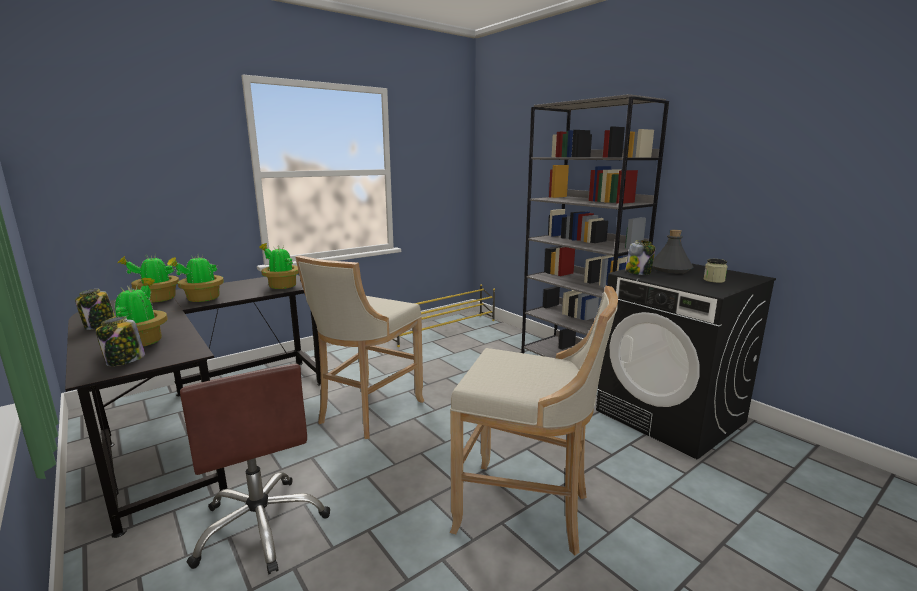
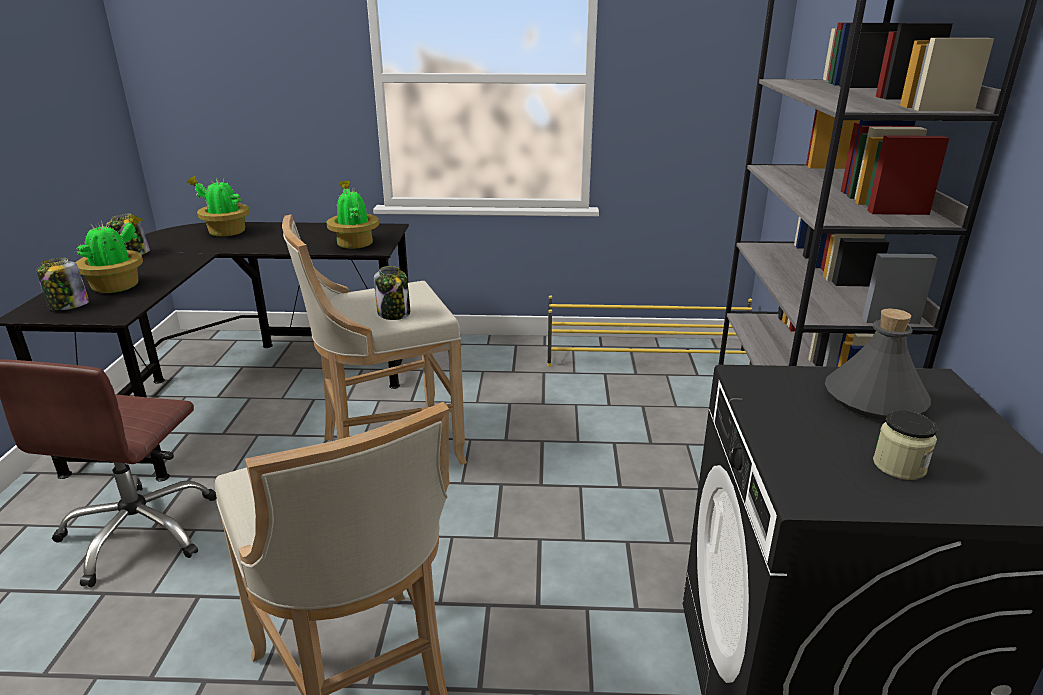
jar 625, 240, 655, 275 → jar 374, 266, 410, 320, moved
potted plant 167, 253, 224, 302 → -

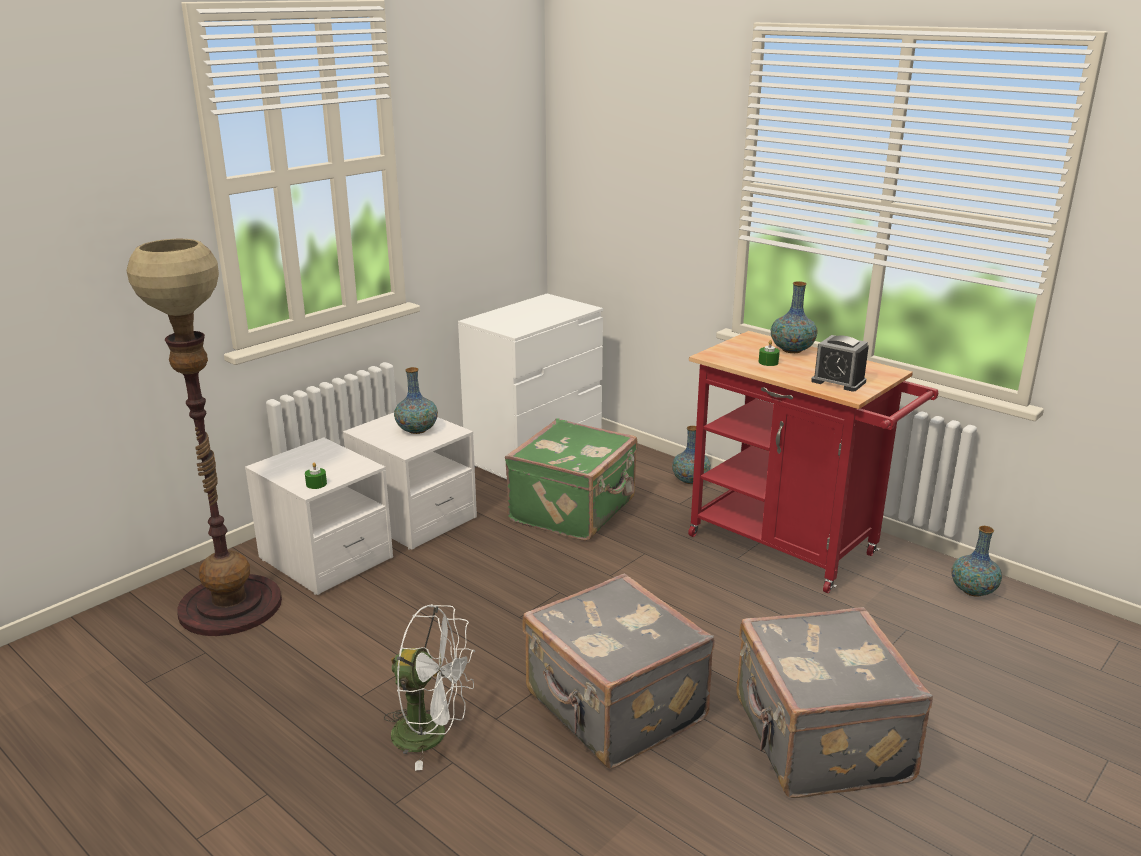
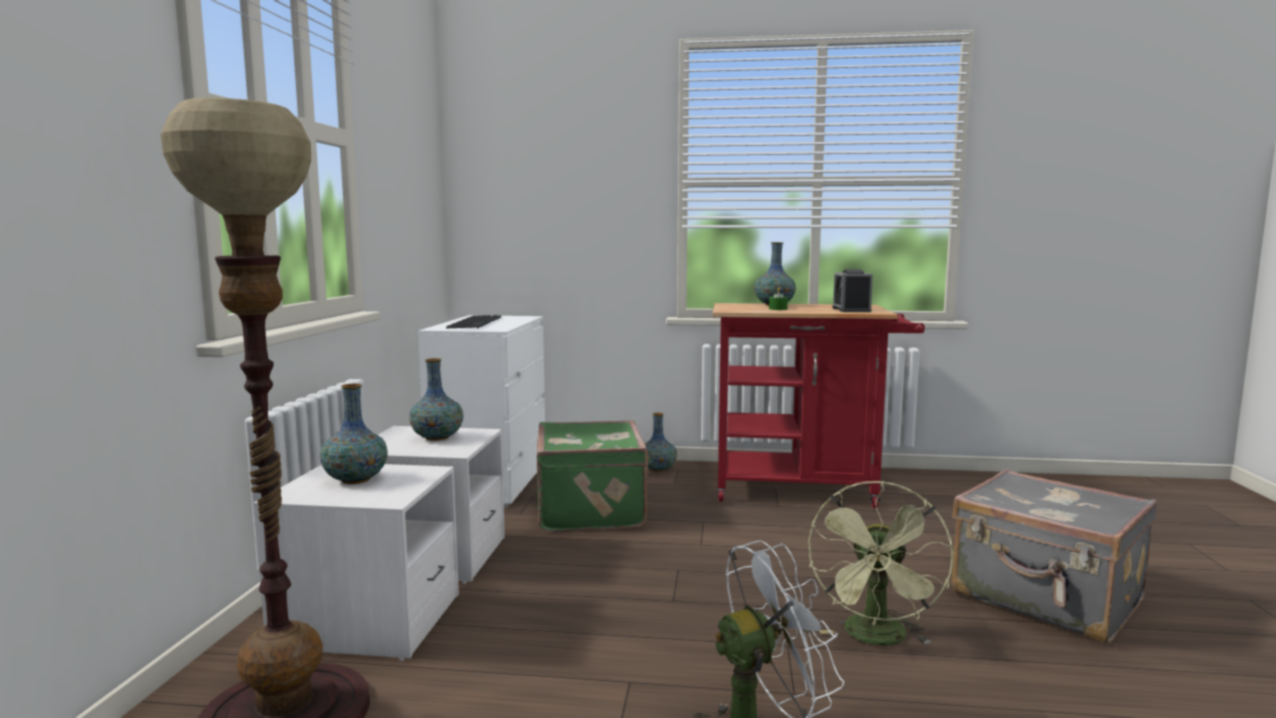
alarm clock 811, 335, 869, 392 → alarm clock 833, 269, 873, 312, 90 degrees clockwise
candle in green 305, 462, 327, 489 → -
vase 951, 526, 1002, 597 → vase 320, 384, 388, 484, moved
suitcase in grey 523, 573, 714, 769 → fan in green 808, 481, 953, 645
- → keyboard 446, 315, 501, 328

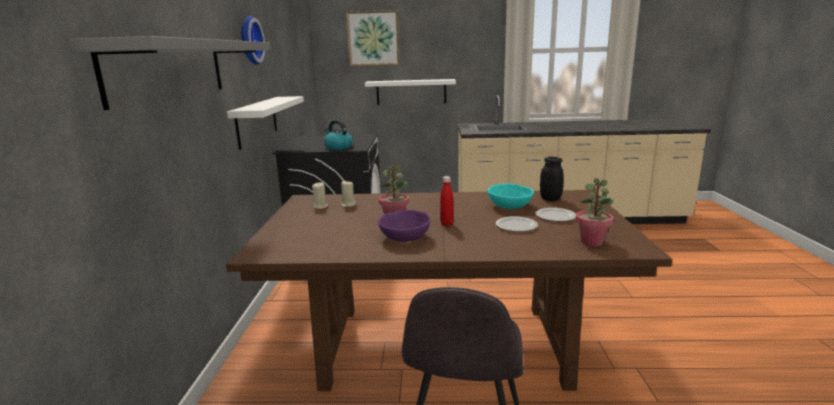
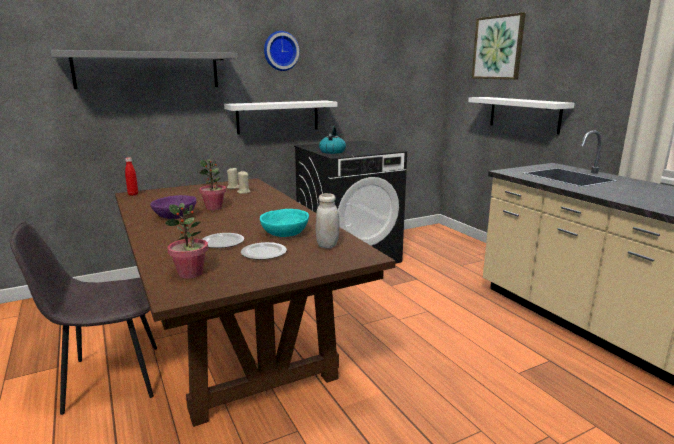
jar in black 540, 157, 564, 201 → jar in white 316, 193, 340, 249
bottle in red 440, 176, 453, 226 → bottle in red 125, 157, 138, 196, moved

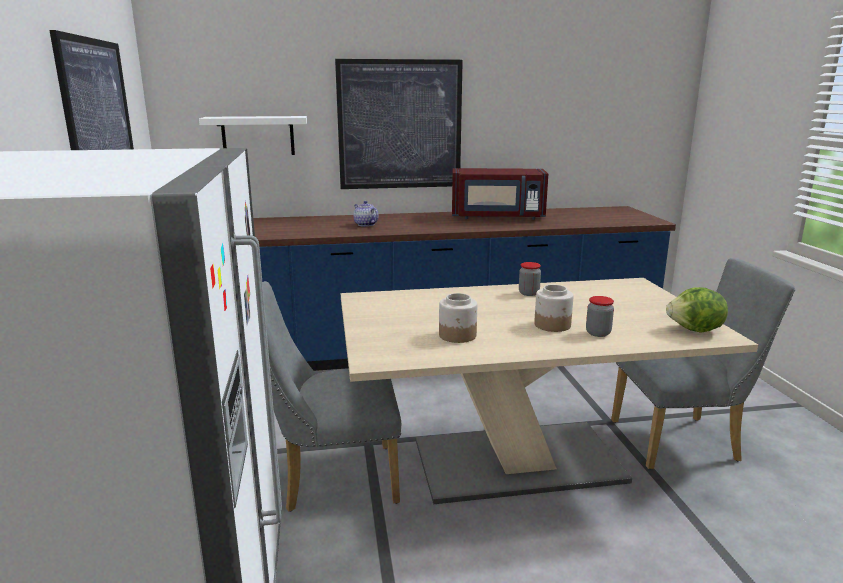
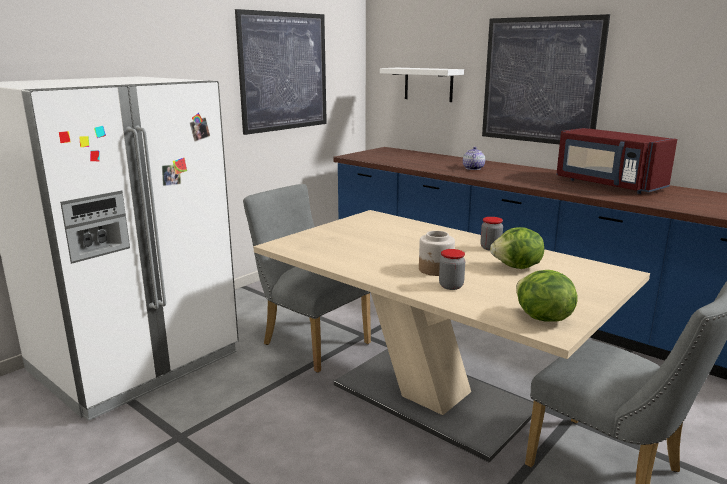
jar 439, 293, 477, 343 → -
- → lettuce 490, 227, 544, 269

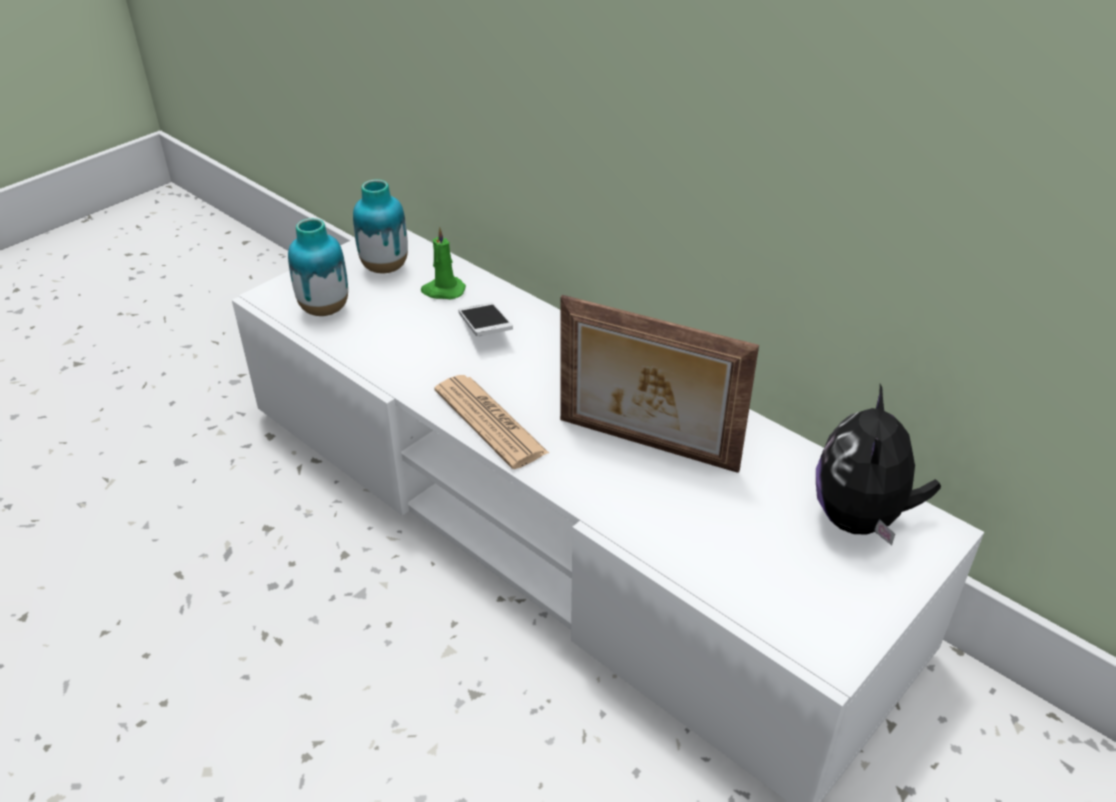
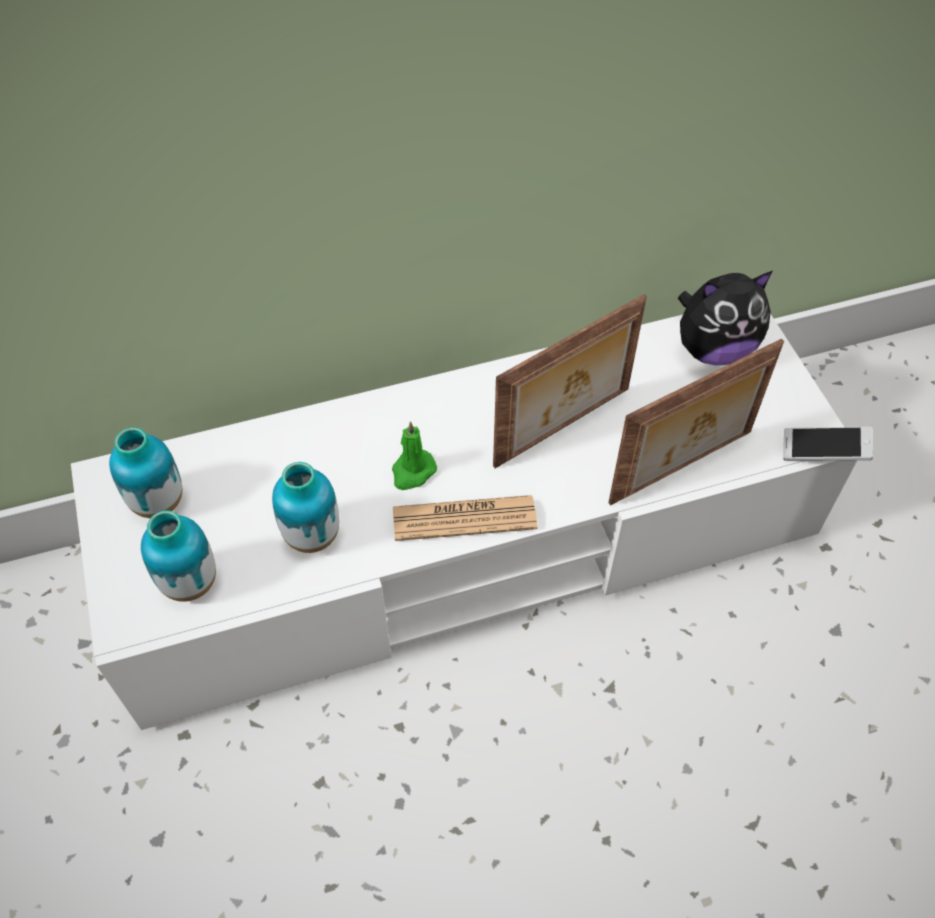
candle in green 421, 226, 466, 299 → candle in green 392, 421, 437, 490, moved
phone 458, 303, 513, 336 → phone 783, 426, 873, 461, moved
plush toy 816, 384, 941, 545 → plush toy 678, 271, 773, 365, 60 degrees counterclockwise
- → picture frame 608, 338, 784, 505
- → vase 272, 462, 339, 553

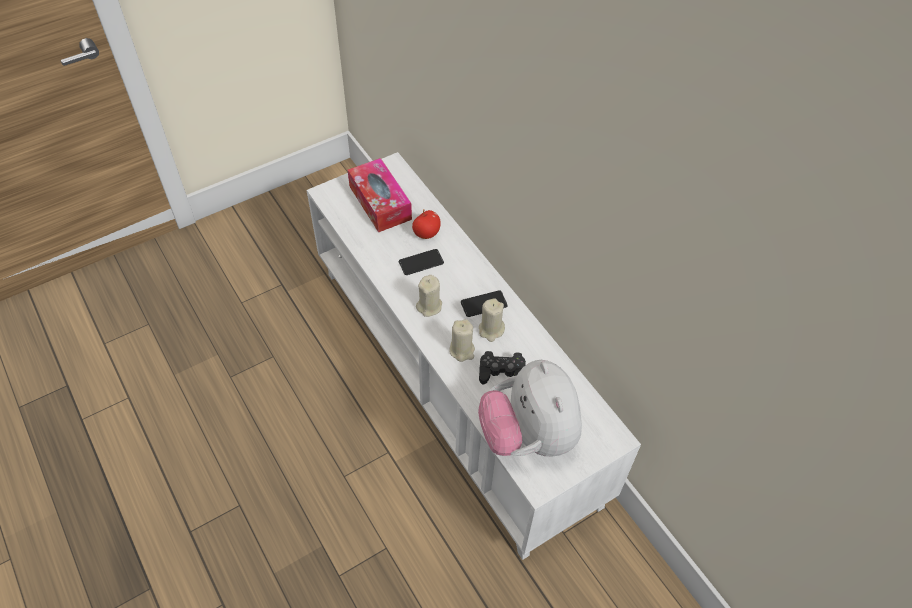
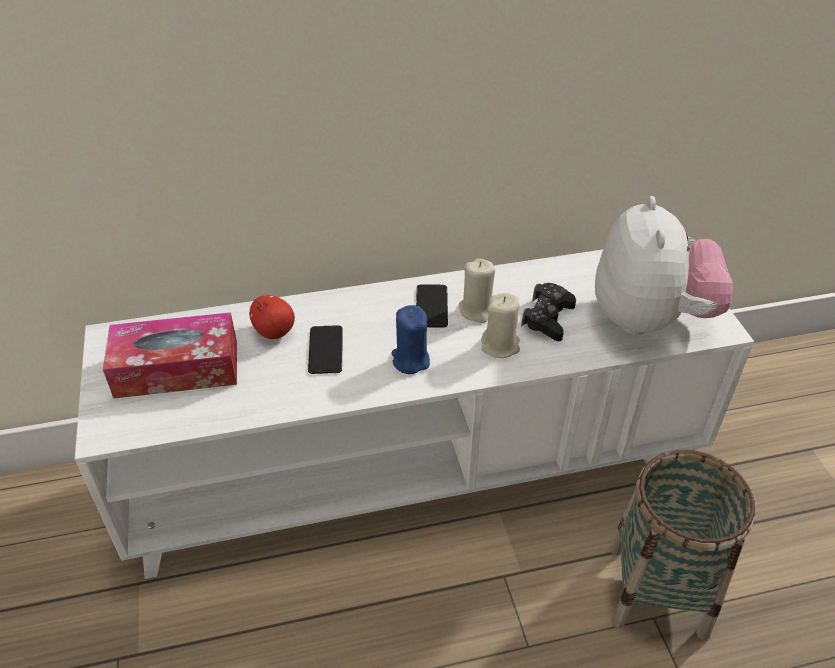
candle in beige 416, 275, 442, 317 → candle in blue 392, 305, 430, 374
plush toy 478, 360, 582, 456 → plush toy 595, 196, 733, 335, 90 degrees counterclockwise
- → basket 609, 450, 755, 640

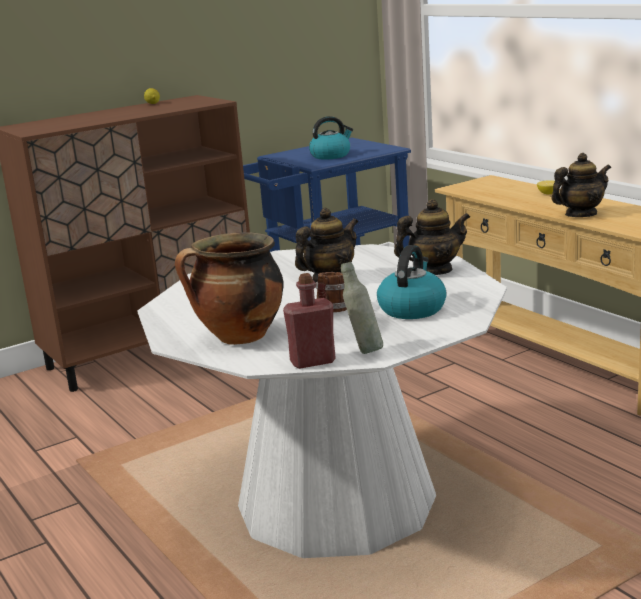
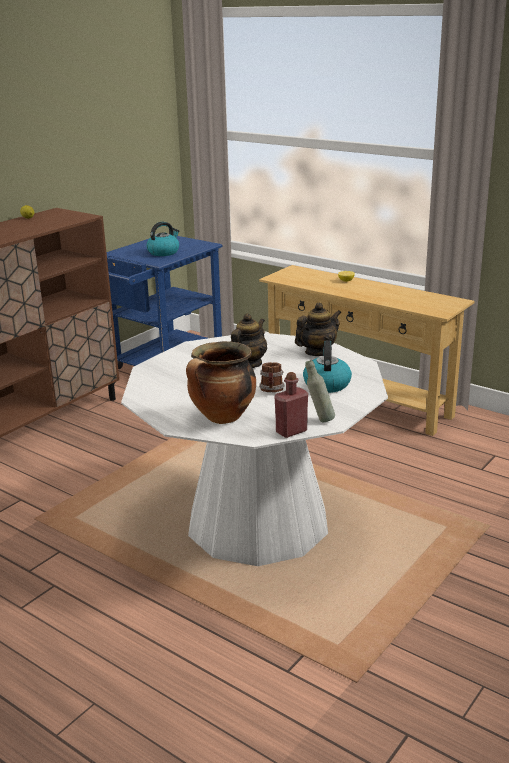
teapot 552, 153, 611, 217 → -

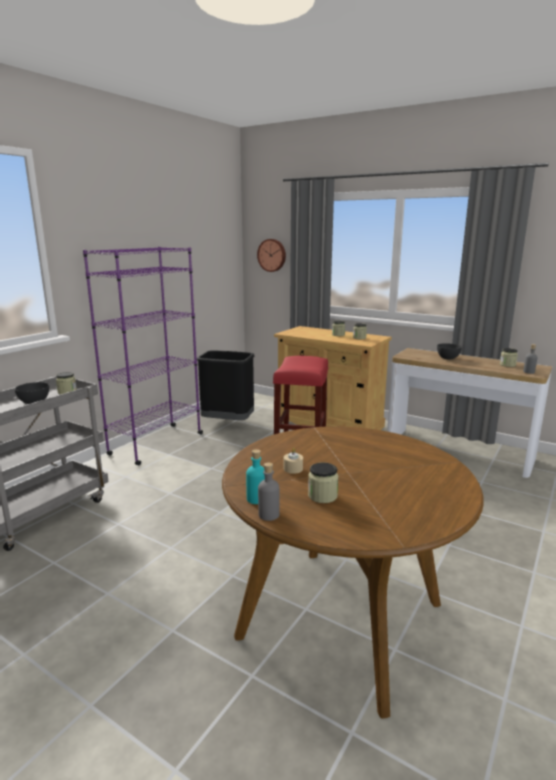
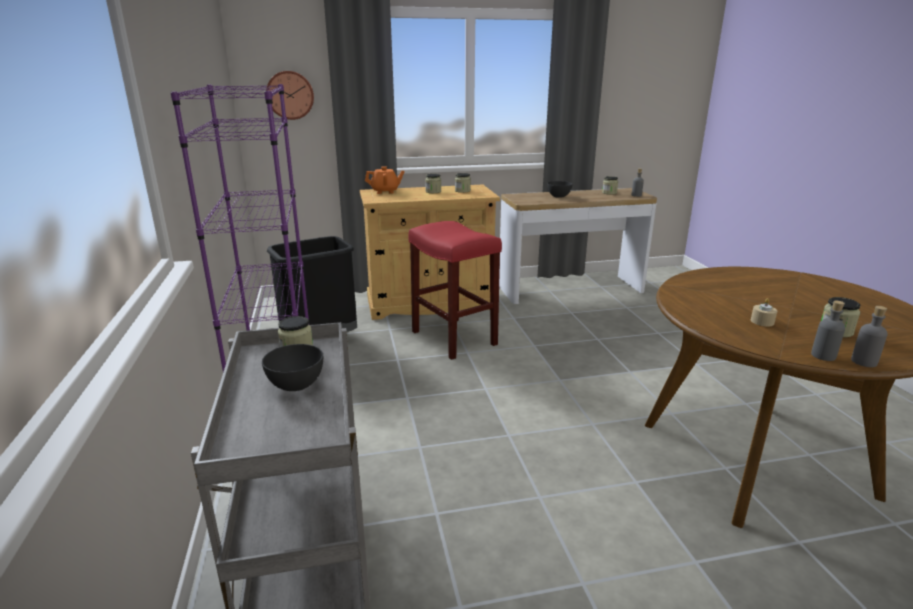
bottle in turquoise 246, 449, 265, 504 → bottle in grey 811, 301, 845, 361
- → teapot in orange 365, 166, 405, 194

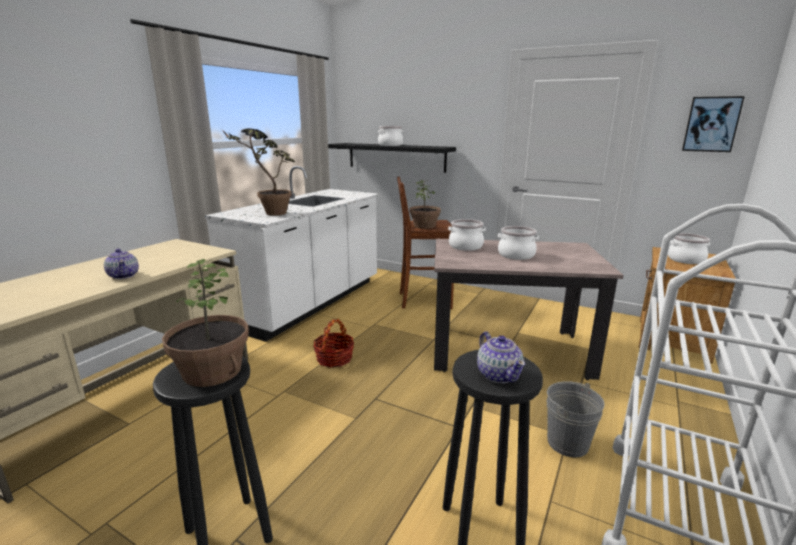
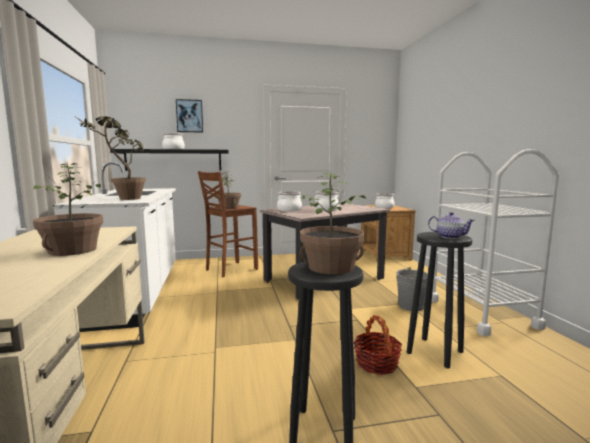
picture 682, 96, 745, 152 → picture 176, 99, 203, 132, moved
teapot 104, 249, 139, 279 → potted plant 33, 163, 103, 256
basket 313, 319, 354, 367 → basket 354, 315, 402, 375, moved

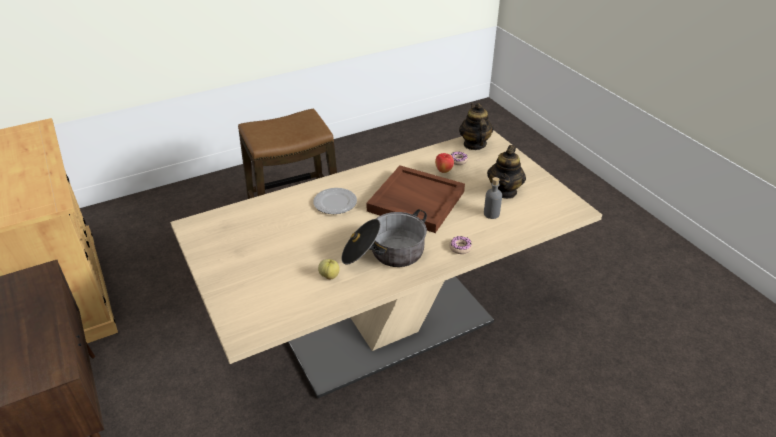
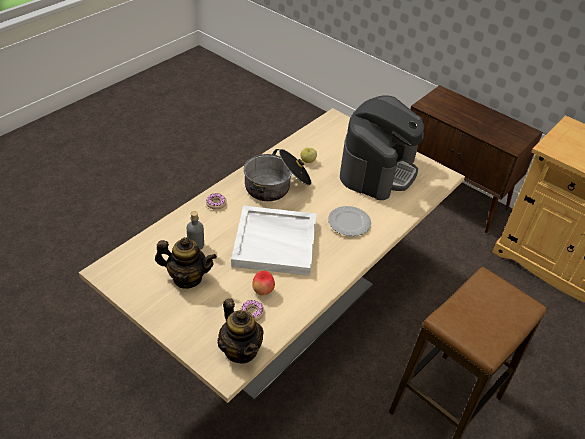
teapot 487, 145, 526, 199 → teapot 155, 237, 217, 289, 105 degrees clockwise
tray in brown 366, 166, 465, 233 → tray in white 231, 205, 316, 276
- → coffee machine 340, 95, 424, 200

